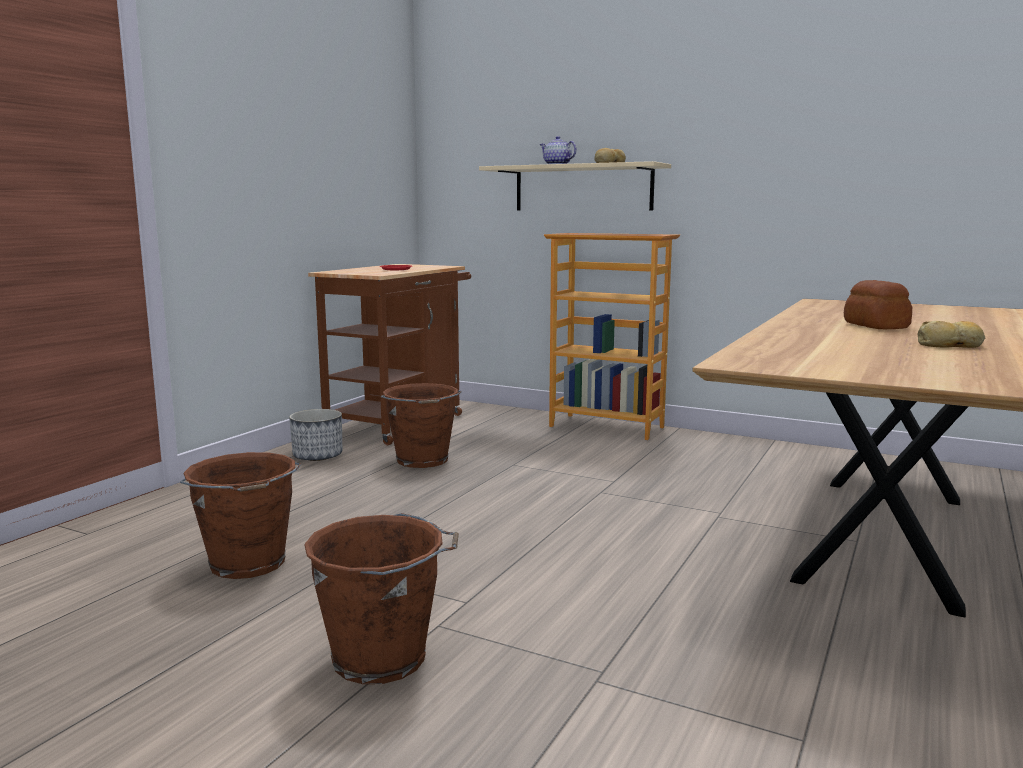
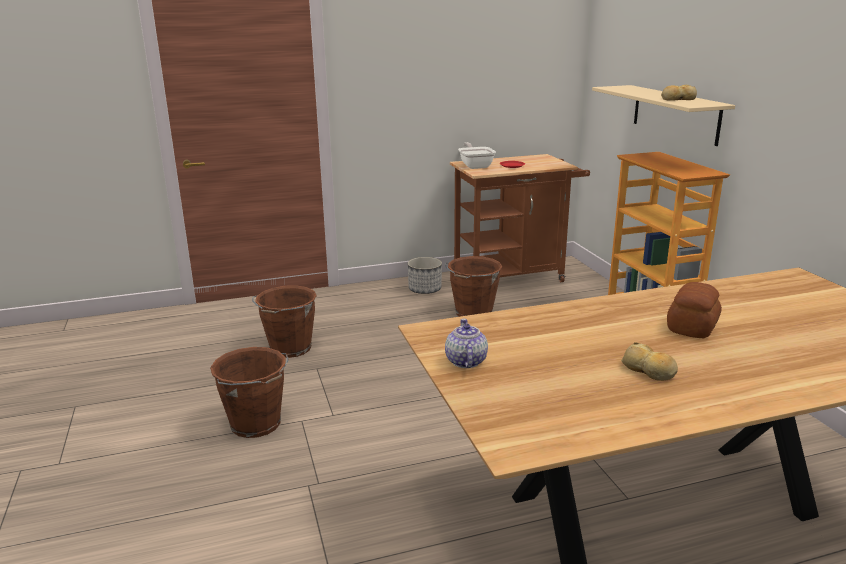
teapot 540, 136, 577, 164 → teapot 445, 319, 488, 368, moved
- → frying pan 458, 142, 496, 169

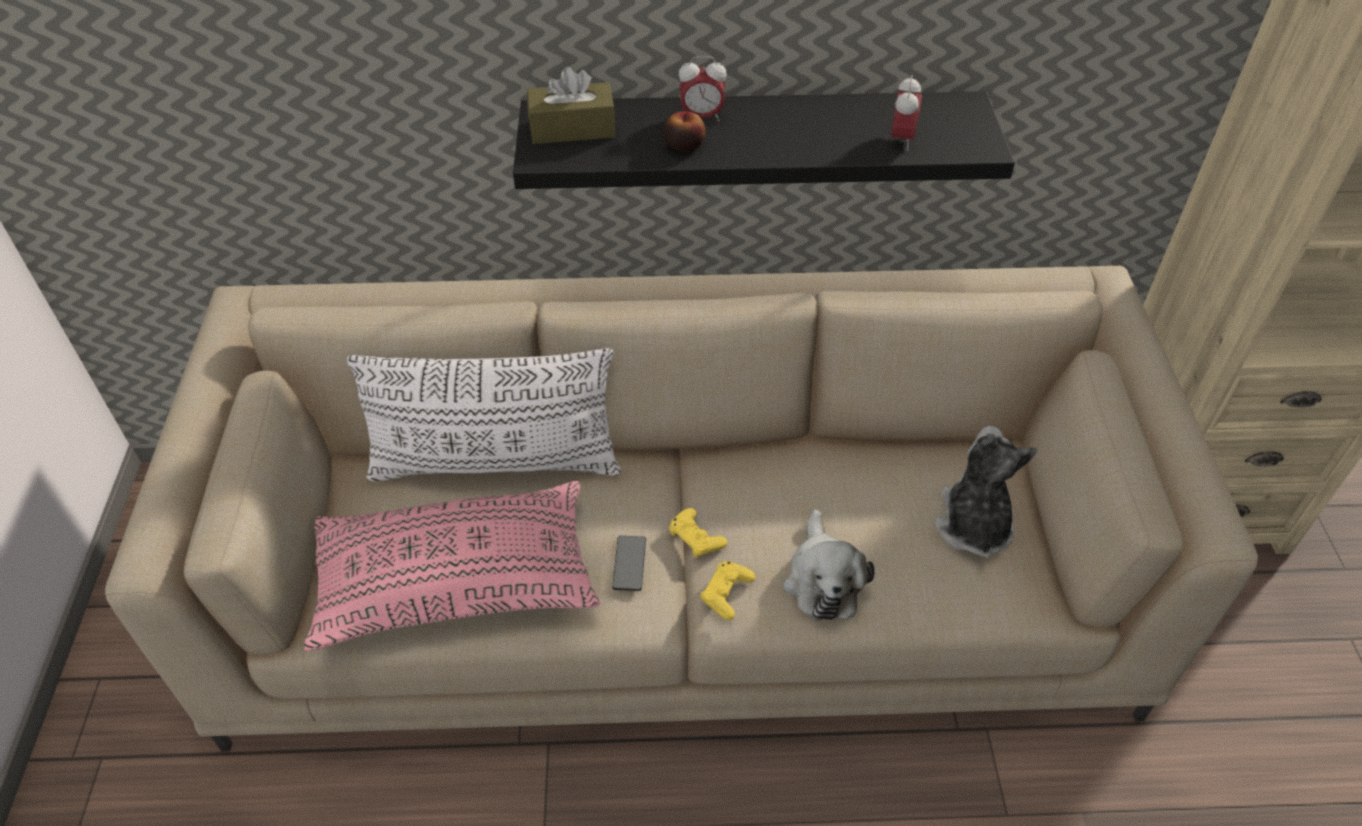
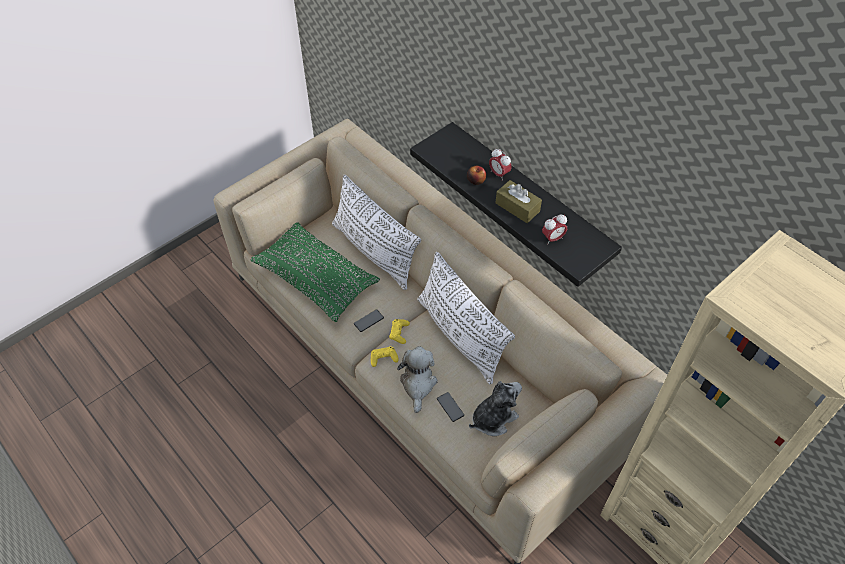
tissue box in brown 527, 67, 615, 144 → tissue box in brown 496, 180, 542, 223, moved
pillow in pink 304, 481, 600, 651 → pillow in green 251, 222, 380, 322
plush toy 783, 510, 875, 621 → plush toy 397, 347, 438, 413, 135 degrees clockwise
- → pillow in white 417, 252, 515, 384
- → phone 437, 392, 464, 422

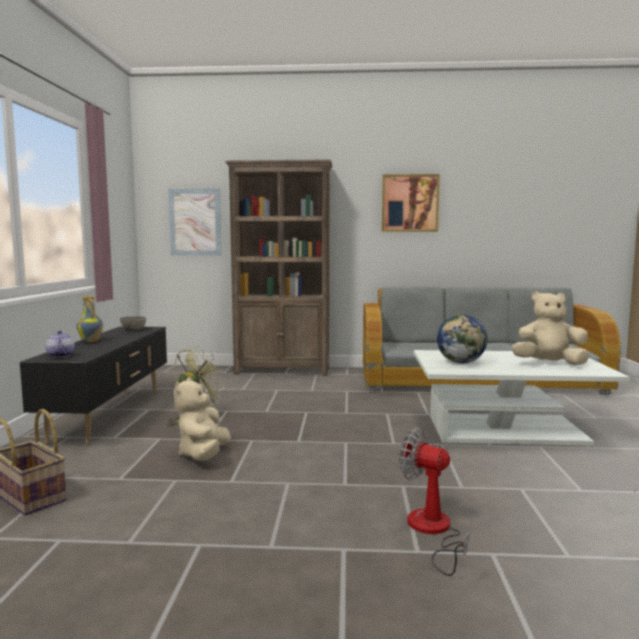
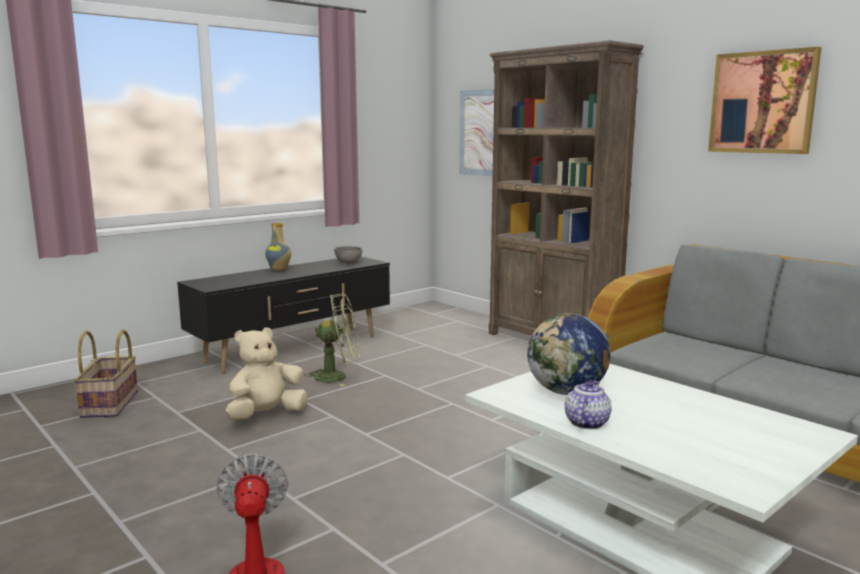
plush toy in beige 512, 291, 589, 365 → -
teapot 45, 331, 75, 358 → teapot 565, 380, 611, 429, moved

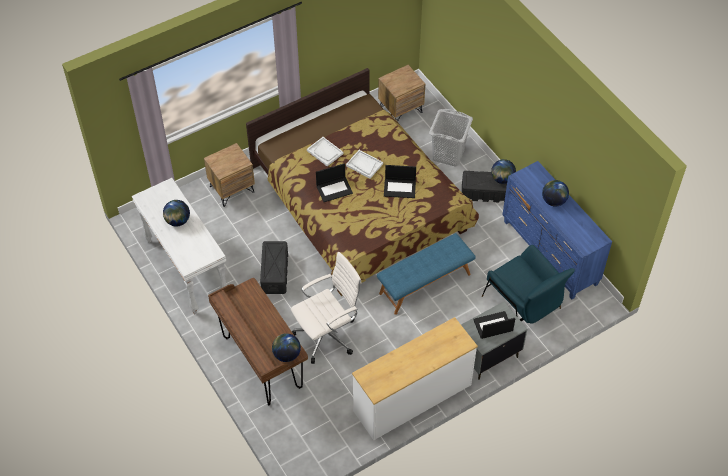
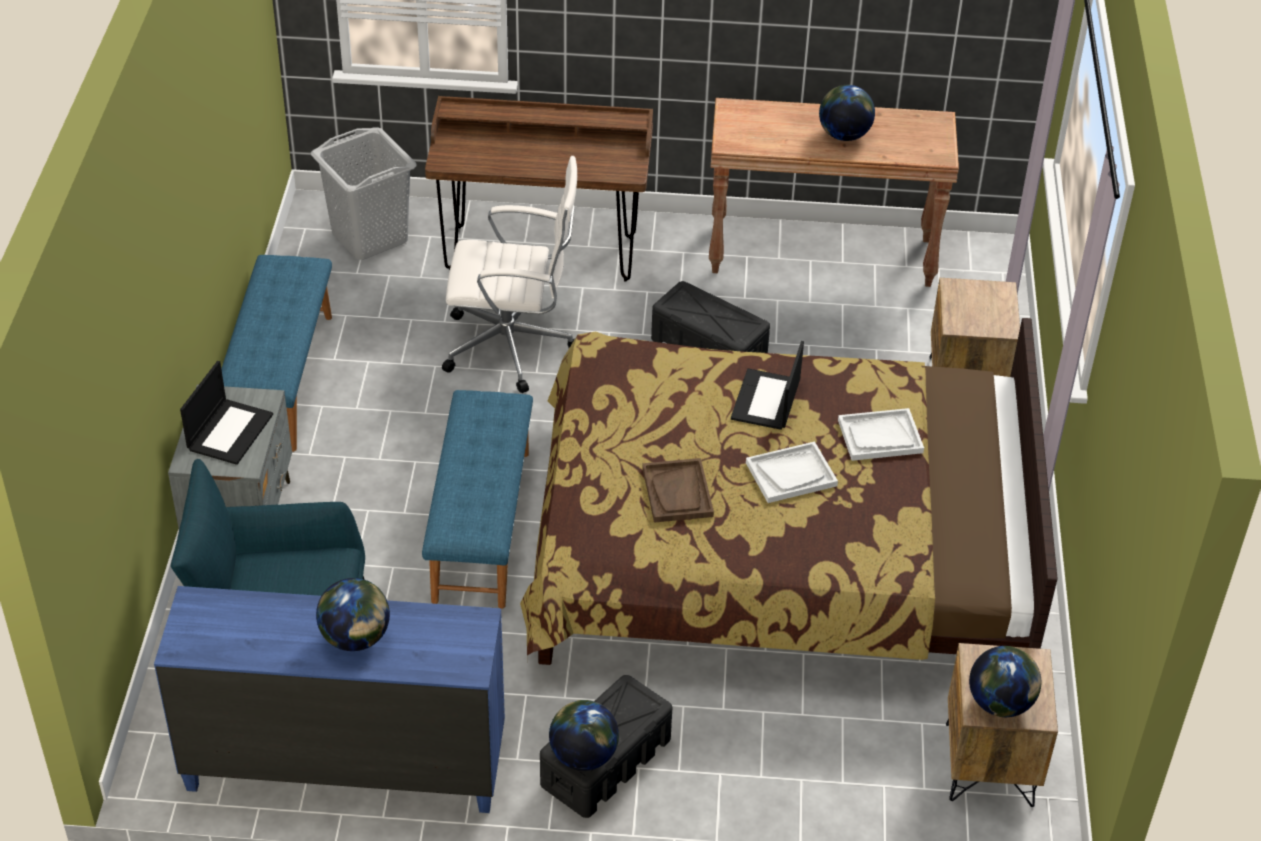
laundry basket in grey 429, 109, 473, 166 → laundry basket in grey 311, 128, 417, 260, moved
laptop 384, 165, 416, 198 → tray in brown 642, 458, 714, 523
console table in white 132, 178, 227, 314 → console table in brown 709, 98, 959, 287
office chair in white 291, 252, 361, 364 → office chair in white 442, 156, 577, 393, 90 degrees counterclockwise
dresser in white 352, 317, 478, 440 → bench in blue 221, 255, 332, 452
globe 272, 333, 301, 362 → globe 969, 646, 1041, 717, moved

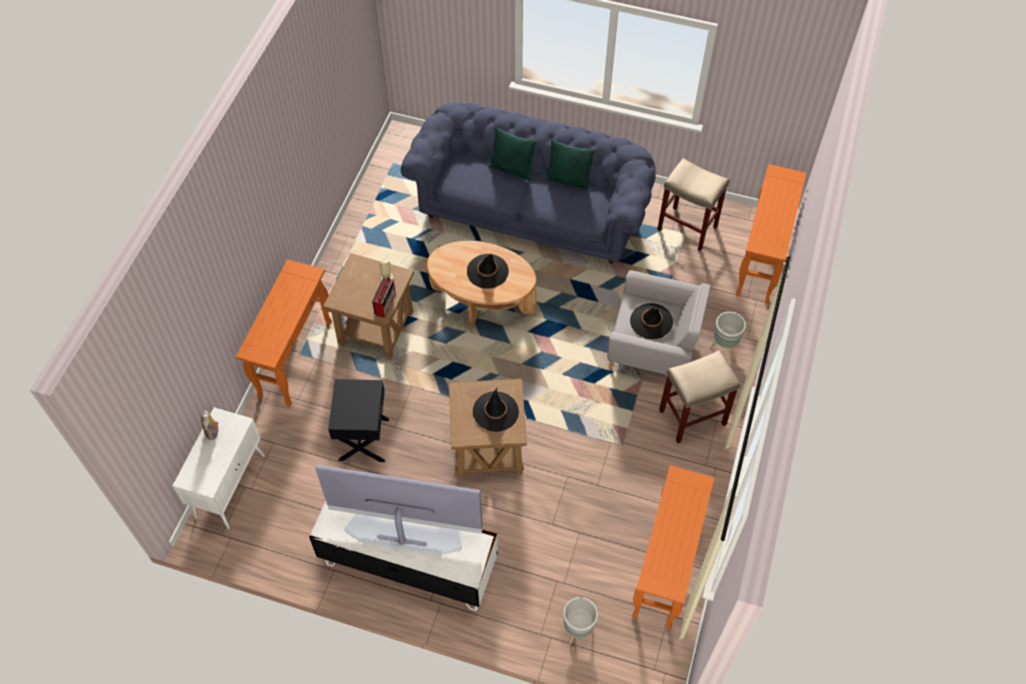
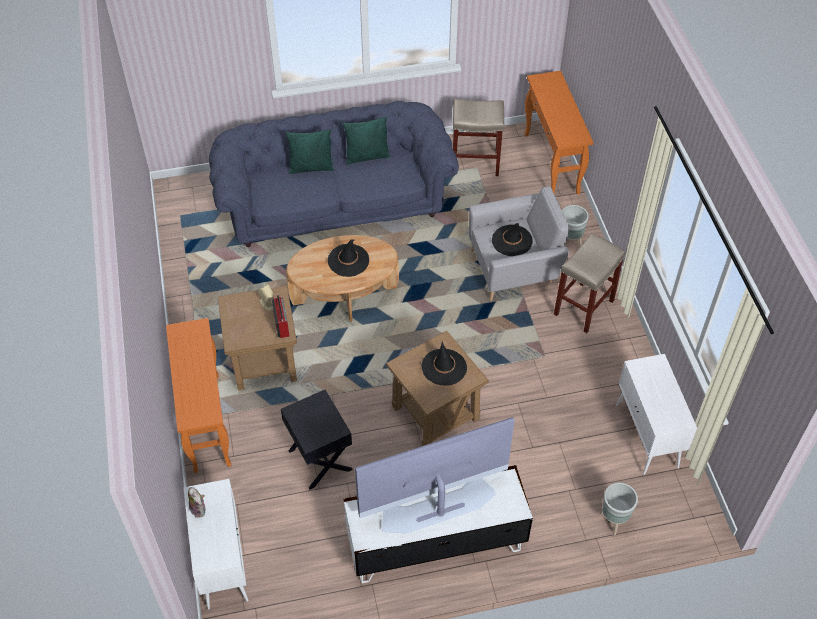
console table in orange 632, 465, 714, 629 → cabinet in white 616, 354, 697, 475

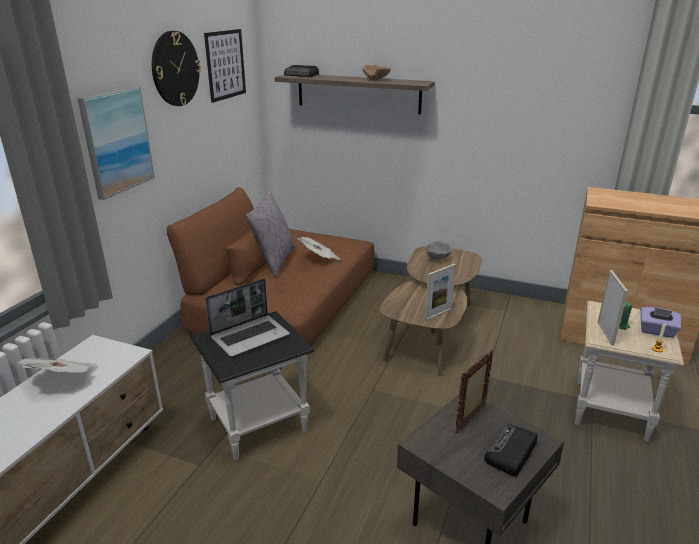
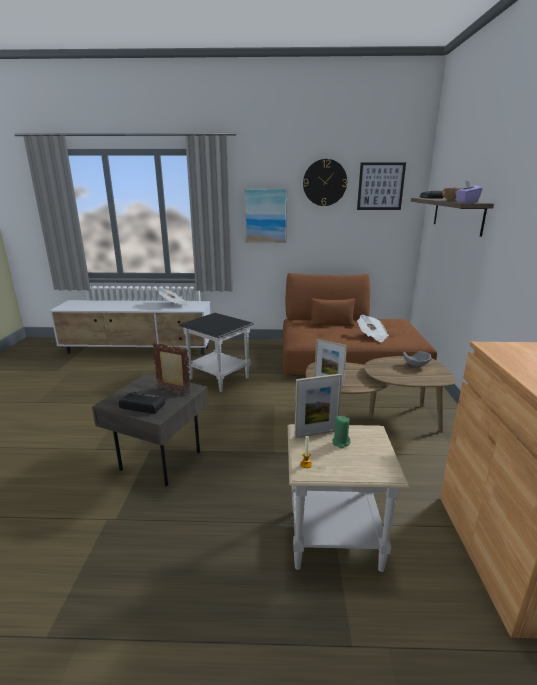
pillow in grey 246, 190, 295, 277 → -
laptop 205, 279, 290, 357 → -
tissue box in purple 641, 307, 681, 338 → tissue box in purple 455, 181, 482, 203, moved

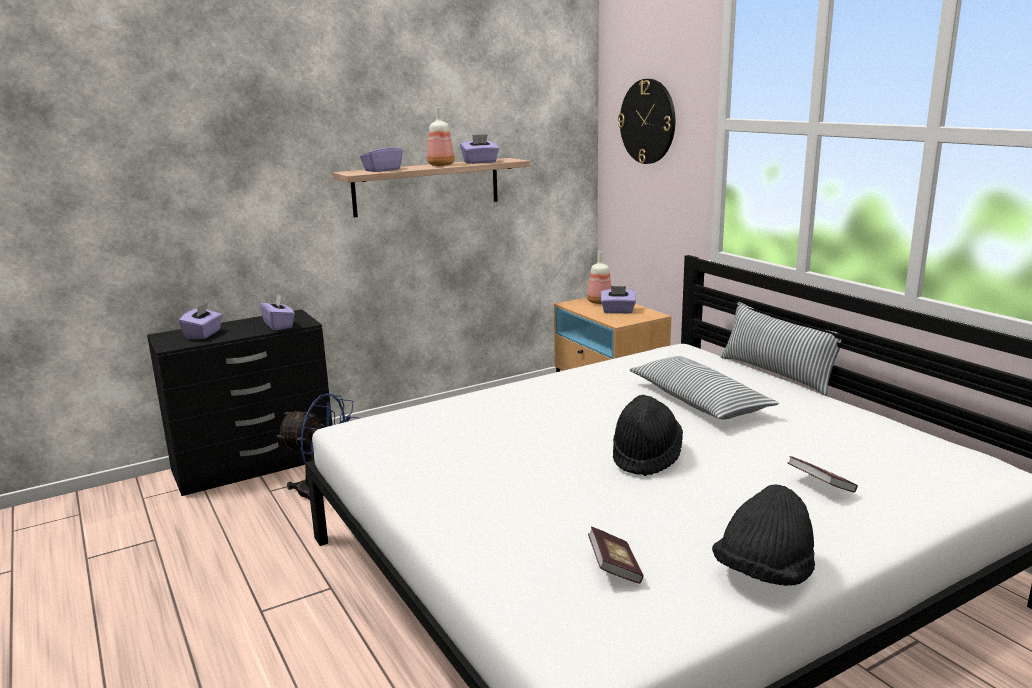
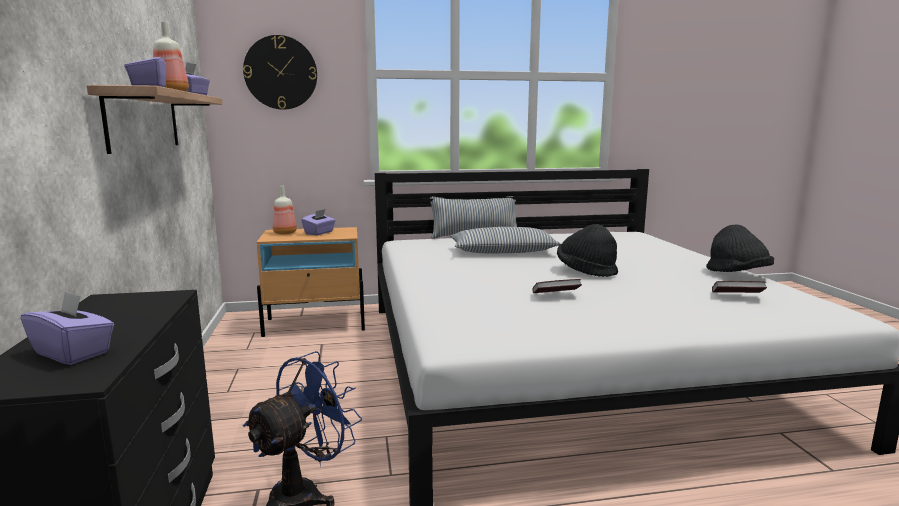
tissue box in purple 260, 295, 295, 331 → -
book 787, 456, 858, 493 → book 532, 279, 582, 293, moved

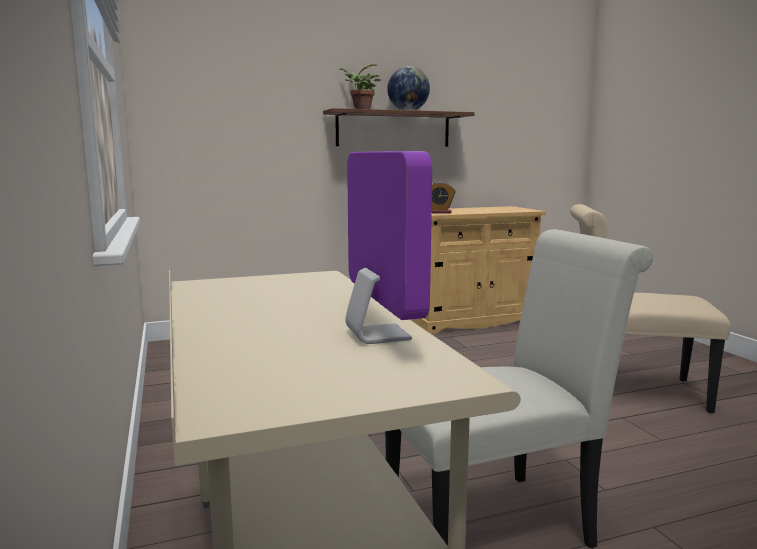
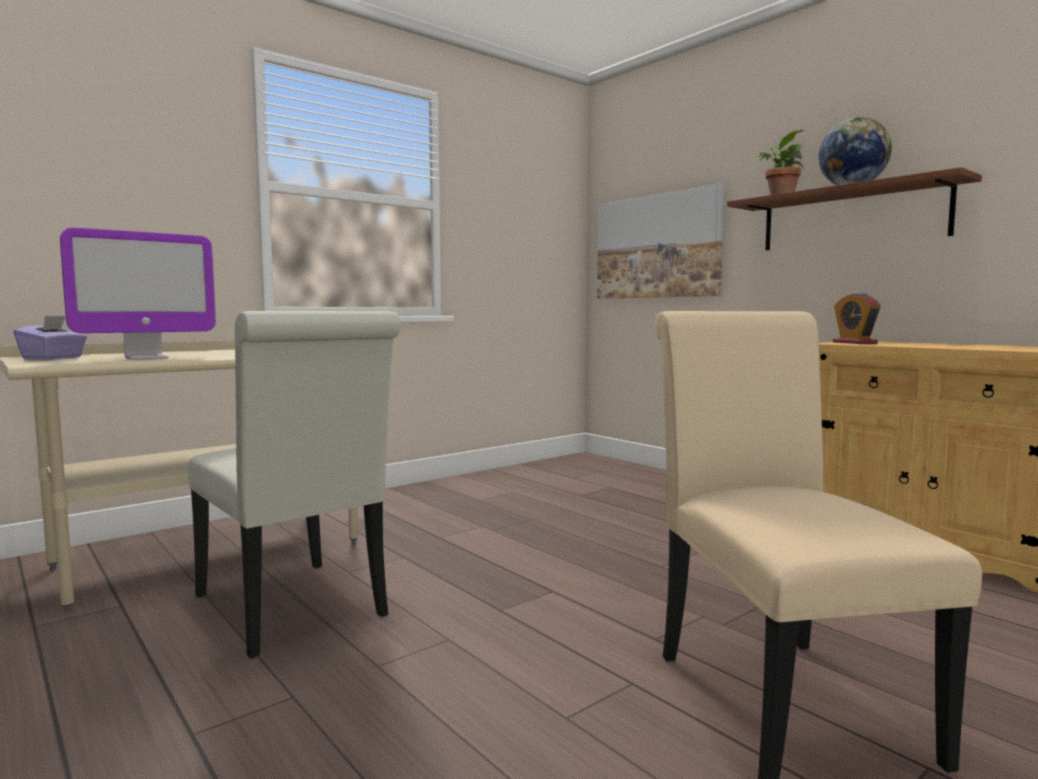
- → picture 597, 184, 724, 299
- → tissue box in purple 14, 315, 87, 360

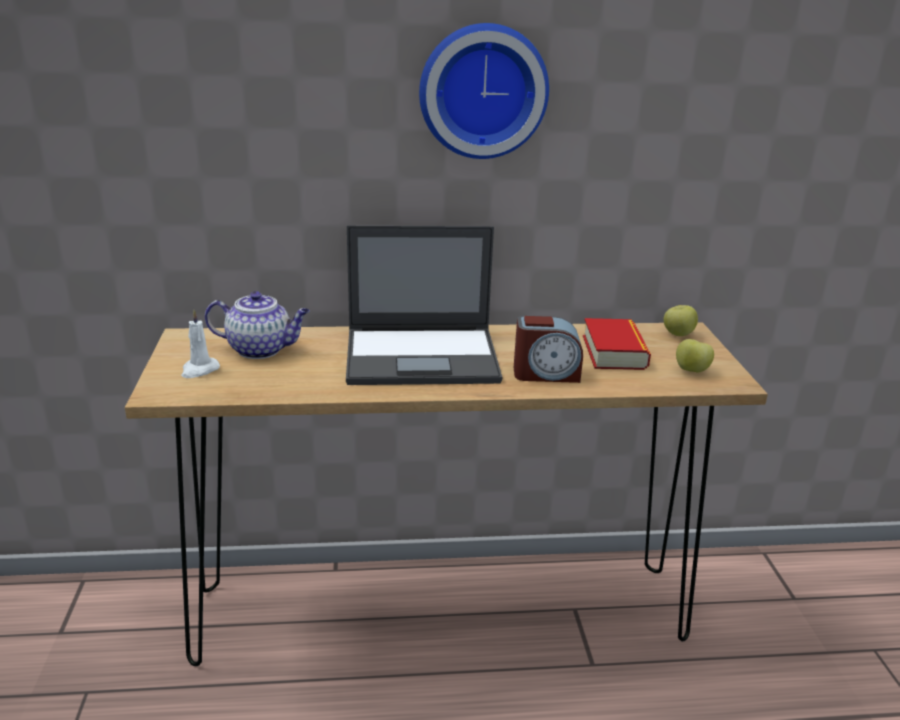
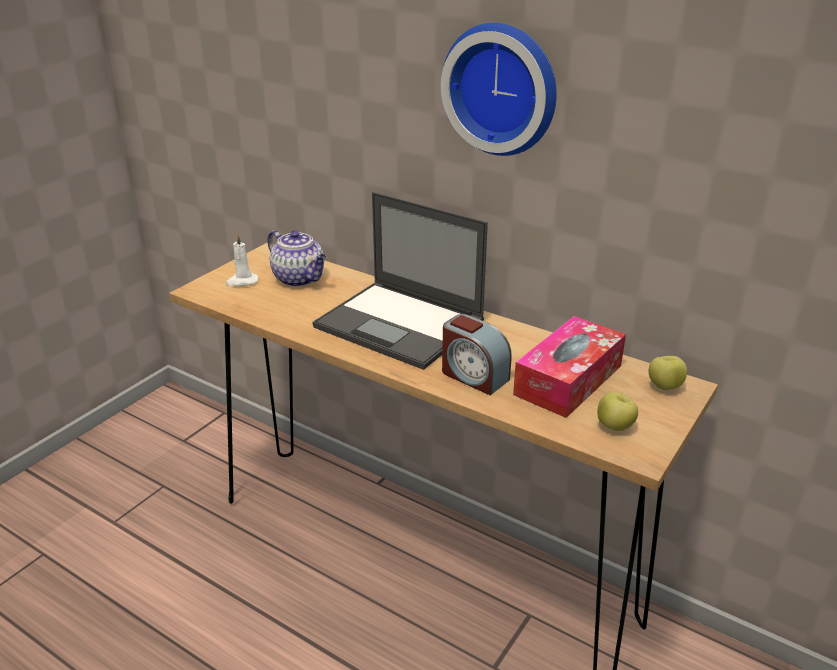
book 583, 318, 651, 370 → tissue box 513, 316, 626, 418

